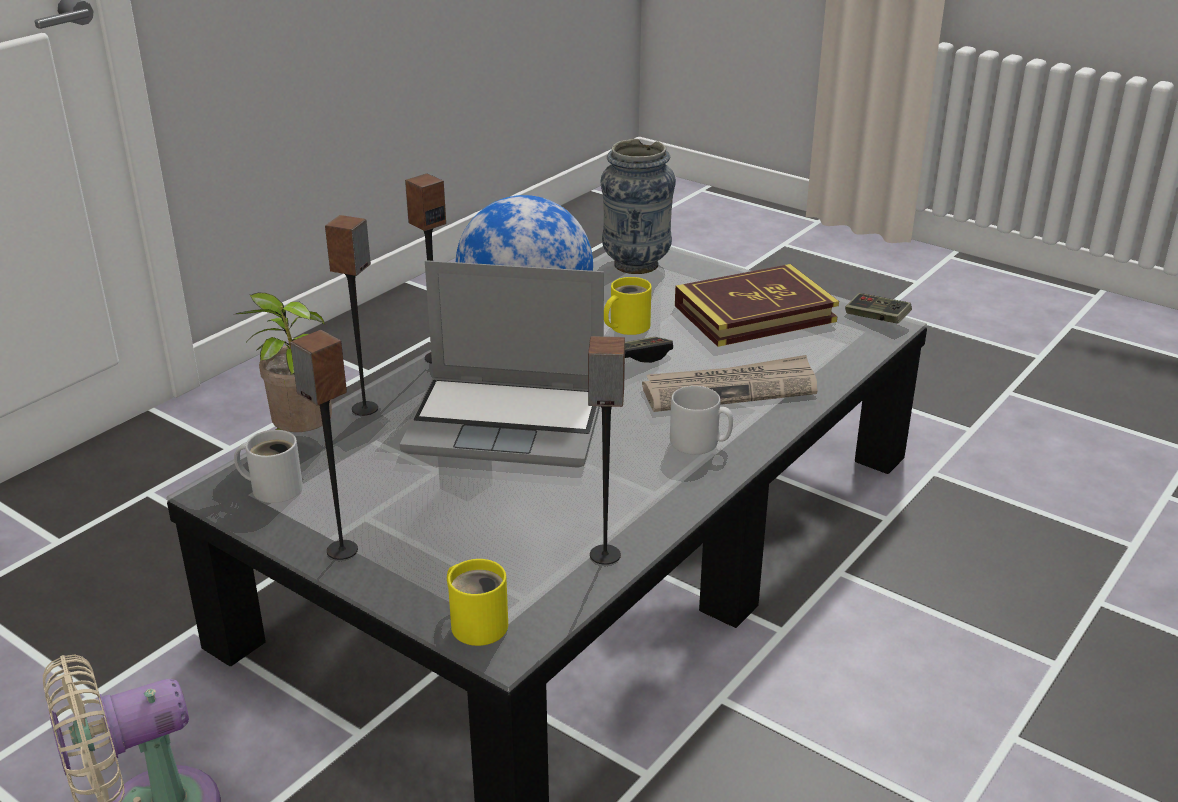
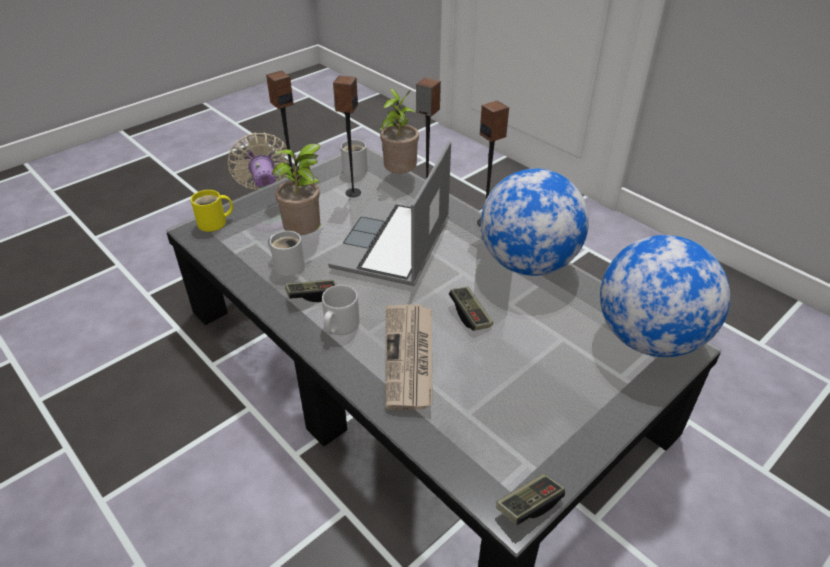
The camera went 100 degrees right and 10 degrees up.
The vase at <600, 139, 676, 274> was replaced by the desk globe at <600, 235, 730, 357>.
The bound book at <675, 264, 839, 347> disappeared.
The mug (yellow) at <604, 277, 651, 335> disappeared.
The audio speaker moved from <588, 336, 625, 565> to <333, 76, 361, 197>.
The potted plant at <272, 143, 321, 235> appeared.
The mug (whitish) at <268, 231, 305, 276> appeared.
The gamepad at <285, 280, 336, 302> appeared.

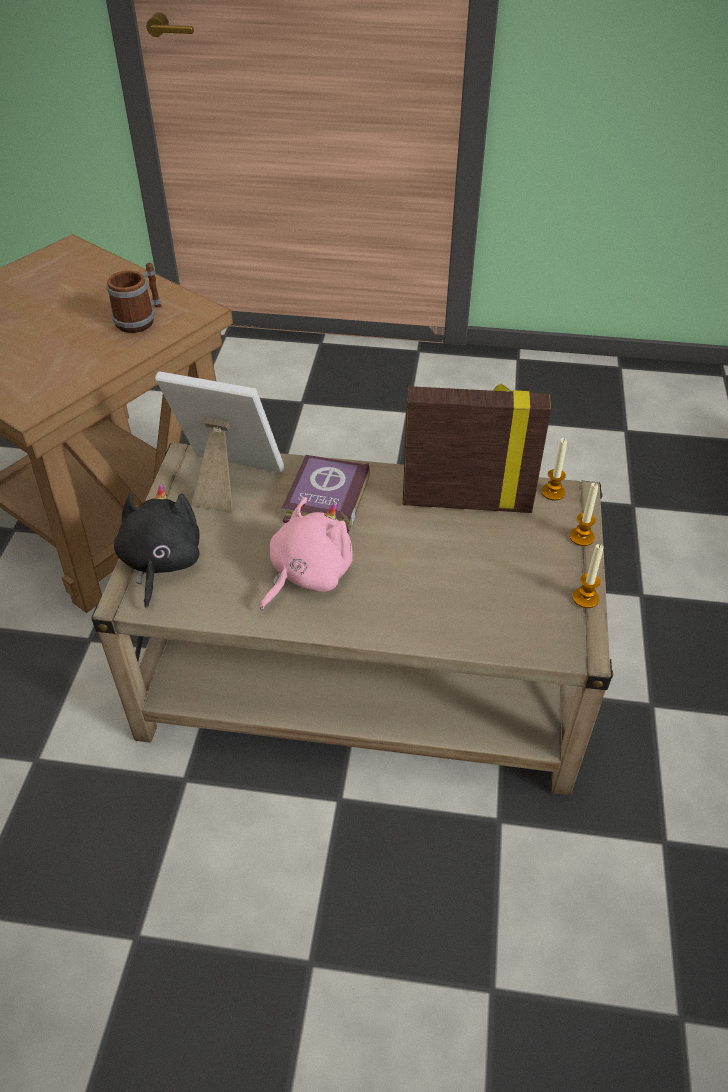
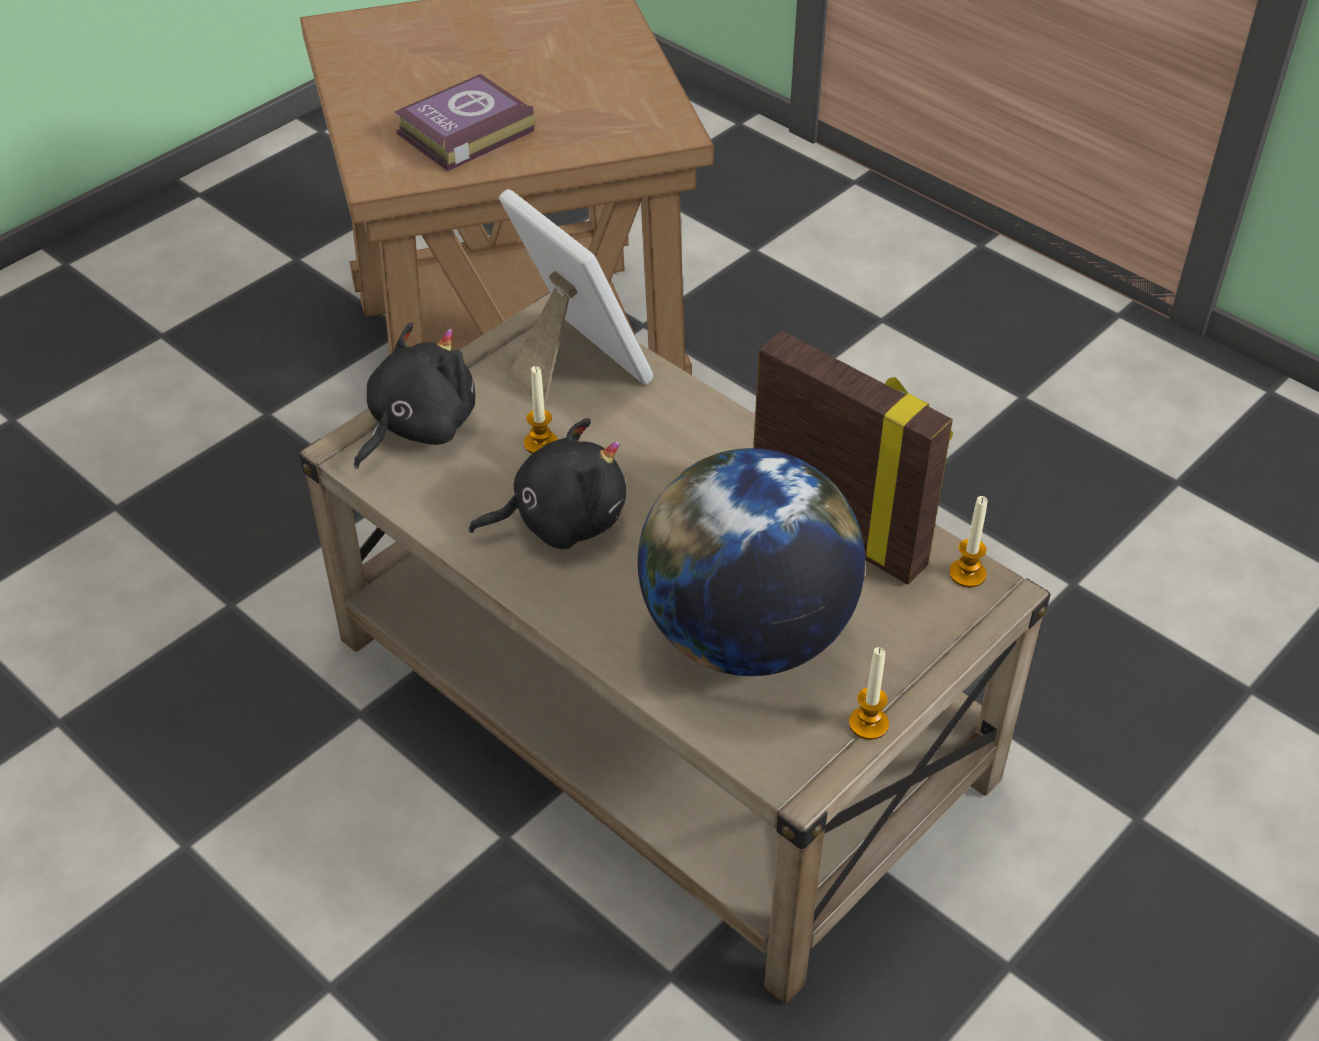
The camera went 35 degrees right and 0 degrees up.
The mug at <106, 263, 161, 333> disappeared.
The bound book moved from <282, 455, 370, 533> to <394, 74, 535, 171>.
The wax light moved from <569, 483, 598, 546> to <524, 366, 558, 454>.
The soft toy (pink-coloured) at <260, 497, 353, 610> became the soft toy (black-coloured) at <469, 418, 626, 549>.
The desk globe at <638, 448, 865, 676> appeared.

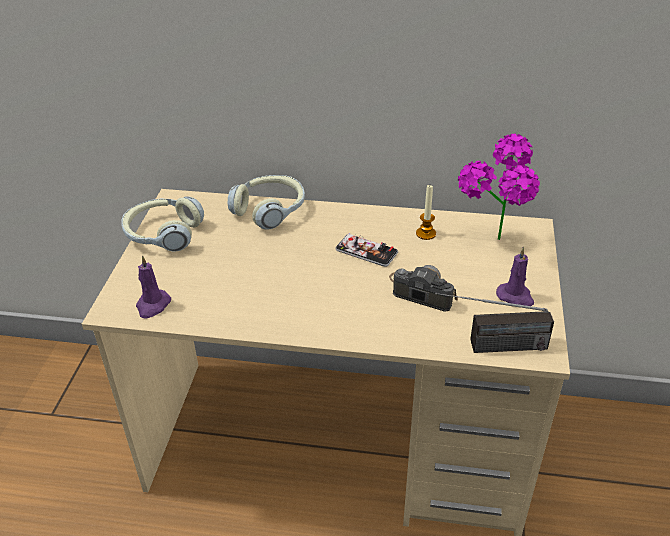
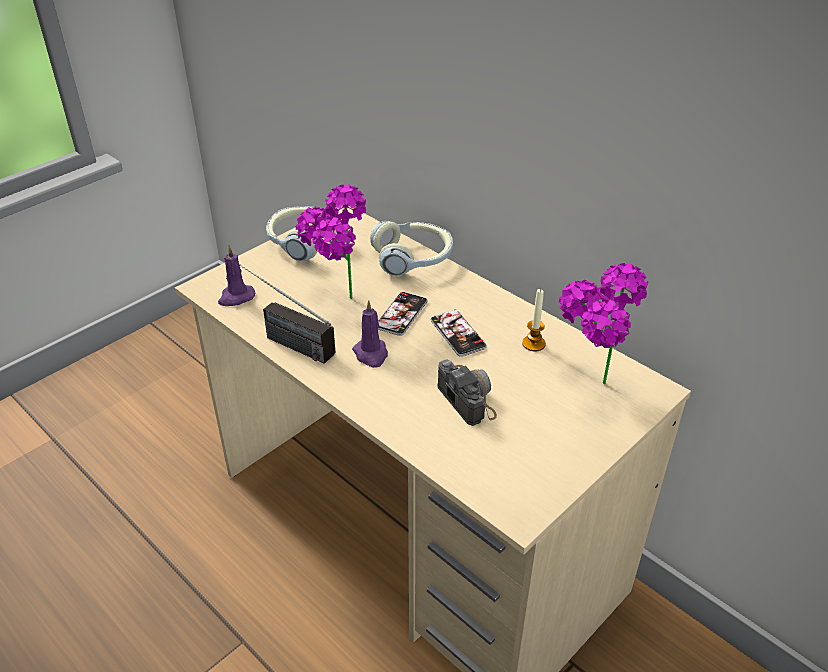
The camera went 35 degrees right and 0 degrees up.
The wax light (purple) moved from <496, 247, 534, 306> to <352, 300, 388, 368>.
The radio set moved from <435, 293, 554, 353> to <239, 264, 336, 364>.
The potted plant at <296, 184, 366, 299> appeared.
The telephone at <378, 292, 428, 336> appeared.

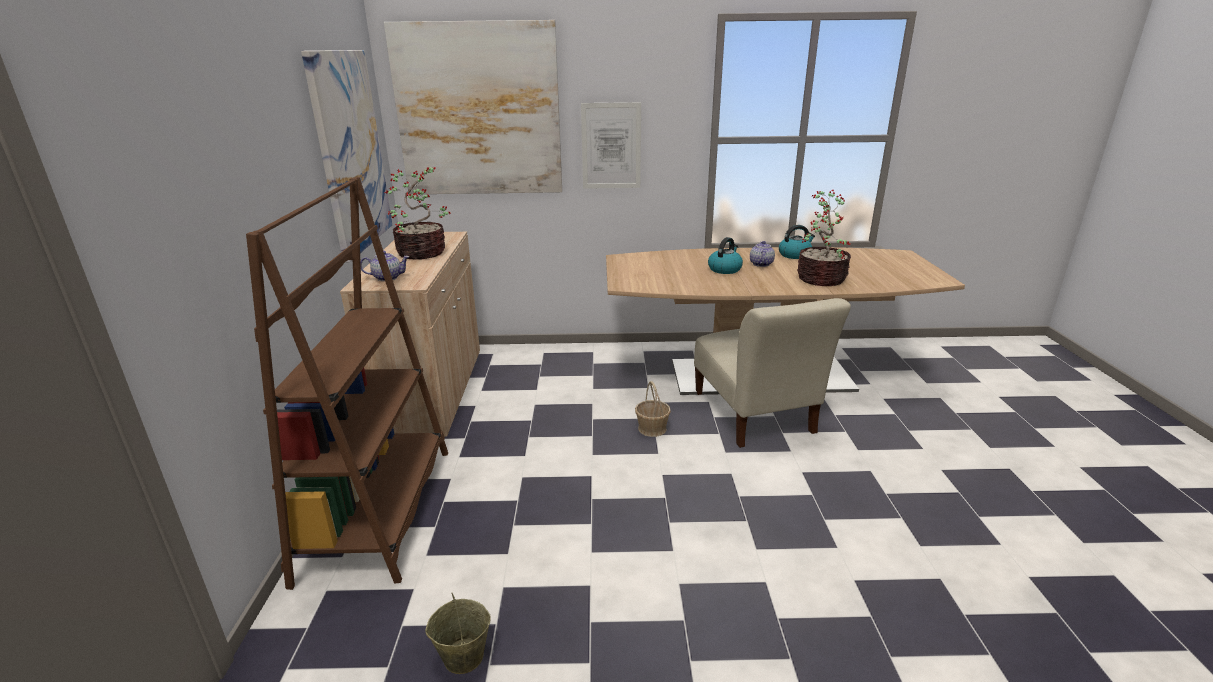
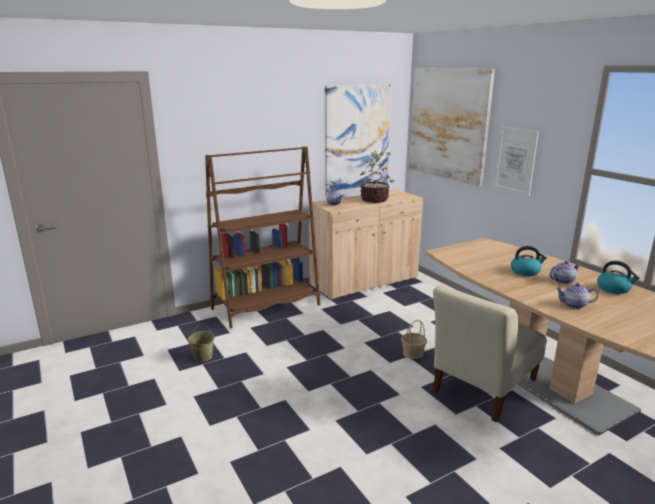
The camera went 60 degrees right and 5 degrees down.
The potted plant at <797, 190, 851, 286> was replaced by the pot for tea at <556, 283, 598, 309>.

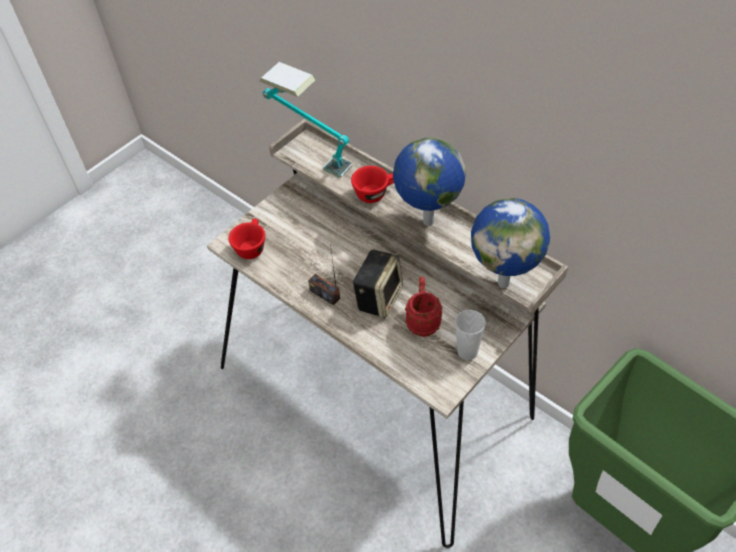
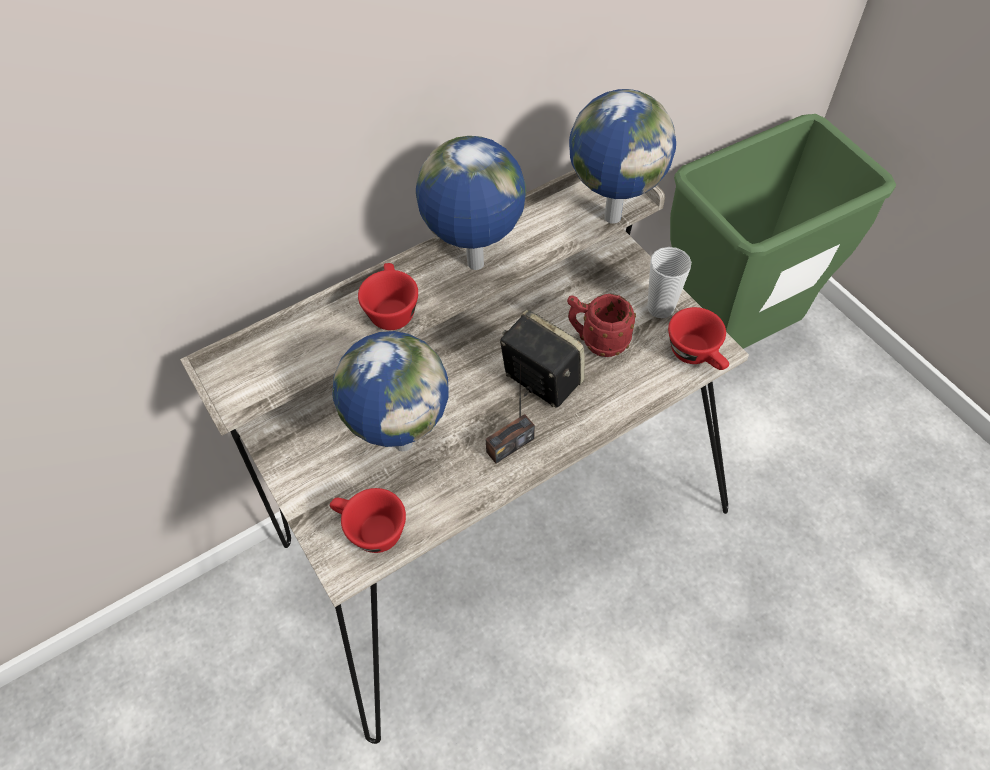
The camera went 75 degrees left and 5 degrees up.
The lamp for a table at <260, 62, 353, 178> disappeared.
The drinking cup (red-coloured) at <668, 307, 729, 370> appeared.
The desk globe at <332, 331, 449, 451> appeared.

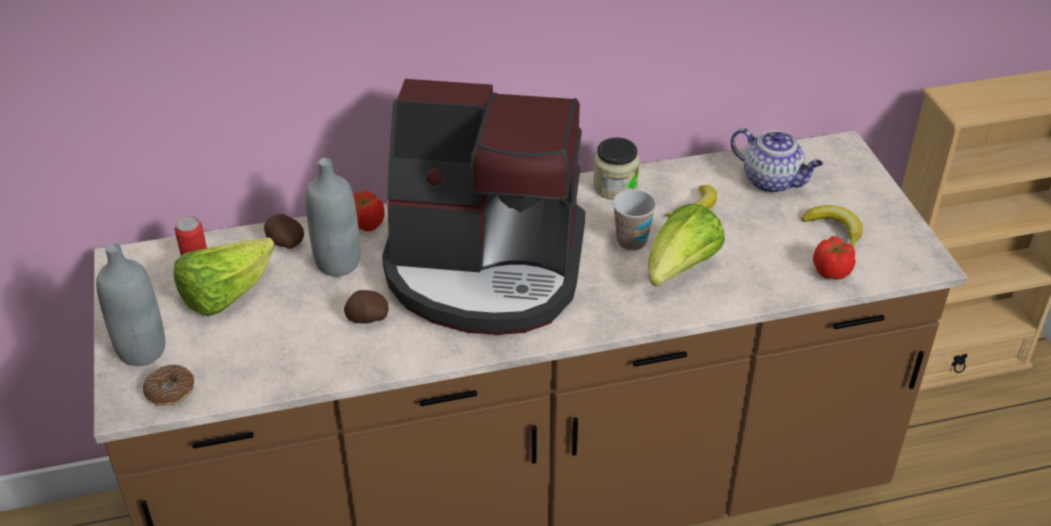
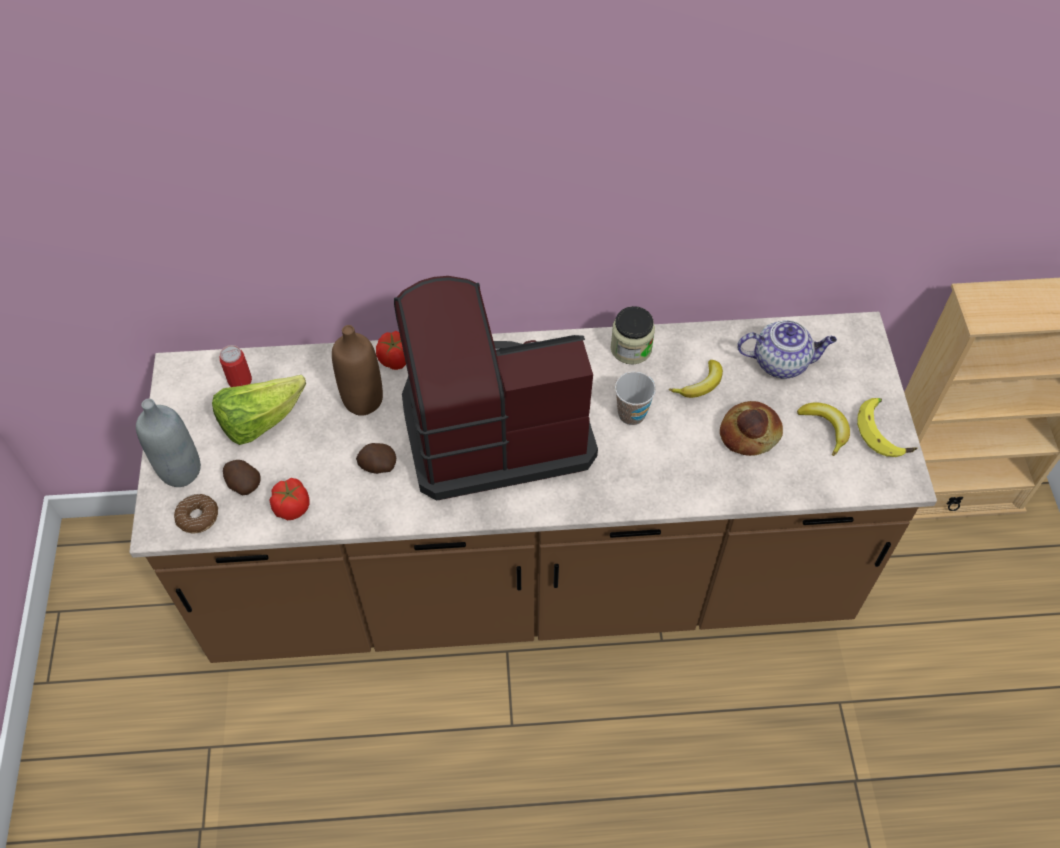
The camera went 10 degrees right and 15 degrees up.
The coffee brewer at <382, 79, 585, 335> turned 150 degrees clockwise.
The pot for tea at <730, 128, 823, 193> turned 45 degrees counterclockwise.
The beverage bottle (gray) at <305, 158, 360, 277> became the beverage bottle (brown) at <332, 325, 383, 416>.
The head of lettuce at <648, 204, 725, 287> disappeared.
The whole potato moved from <264, 214, 304, 249> to <223, 460, 261, 495>.
The tomato moved from <813, 236, 856, 280> to <269, 478, 310, 521>.
The banana fruit at <857, 398, 917, 457> appeared.
The bread at <720, 401, 783, 456> appeared.

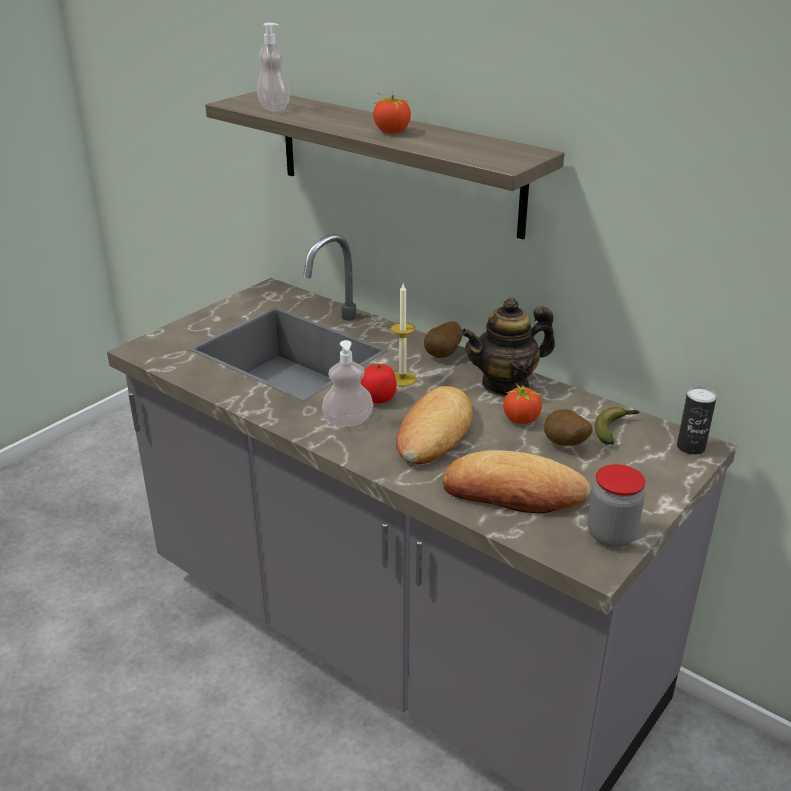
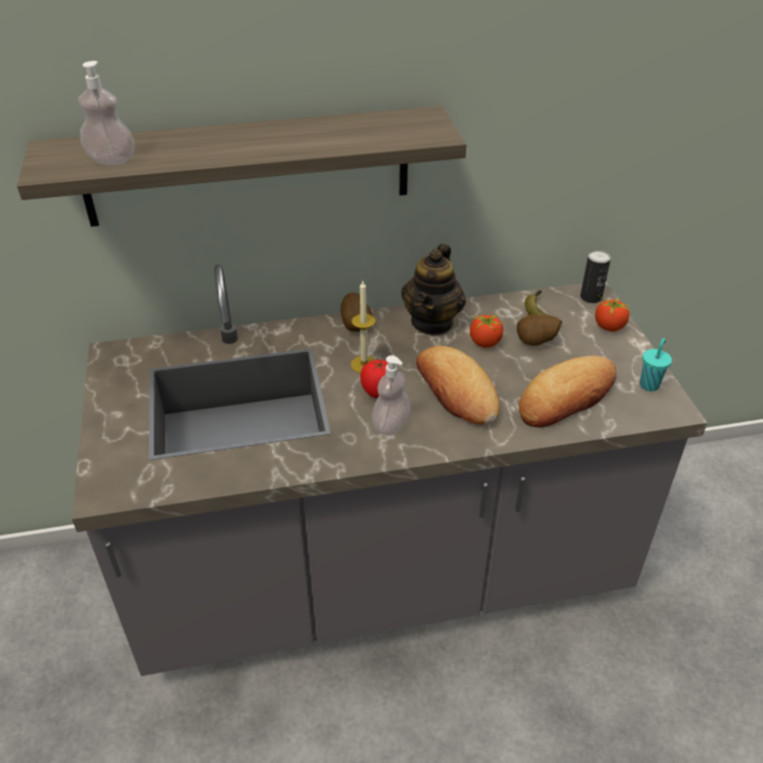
The camera went 50 degrees left and 10 degrees up.
The tomato moved from <373, 92, 411, 133> to <595, 295, 632, 332>.
The preserve jar at <588, 464, 645, 547> was replaced by the drinking cup (turquoise-coloured) at <640, 338, 672, 391>.

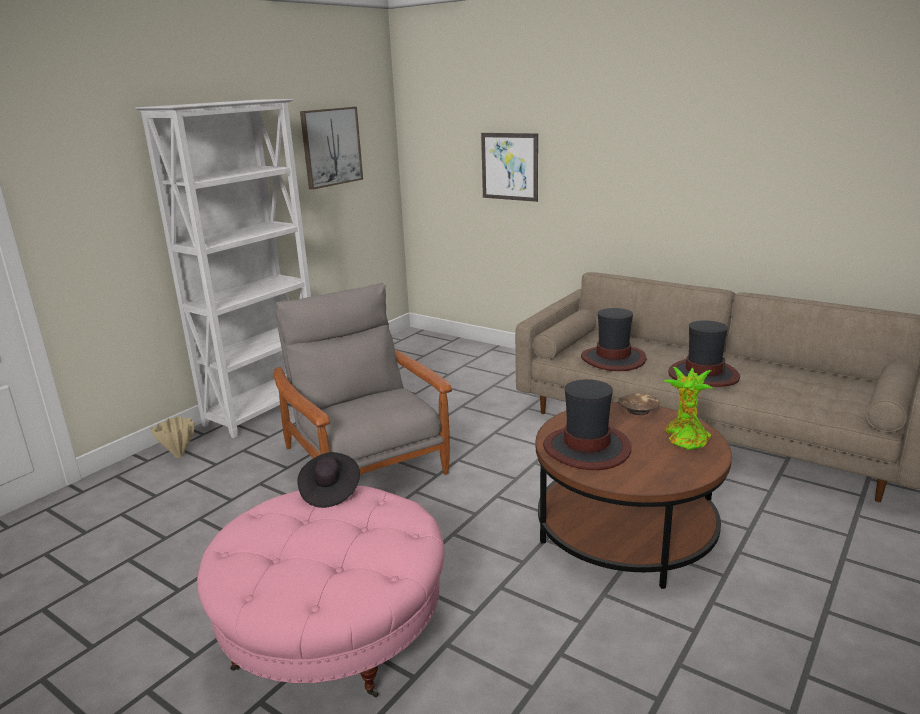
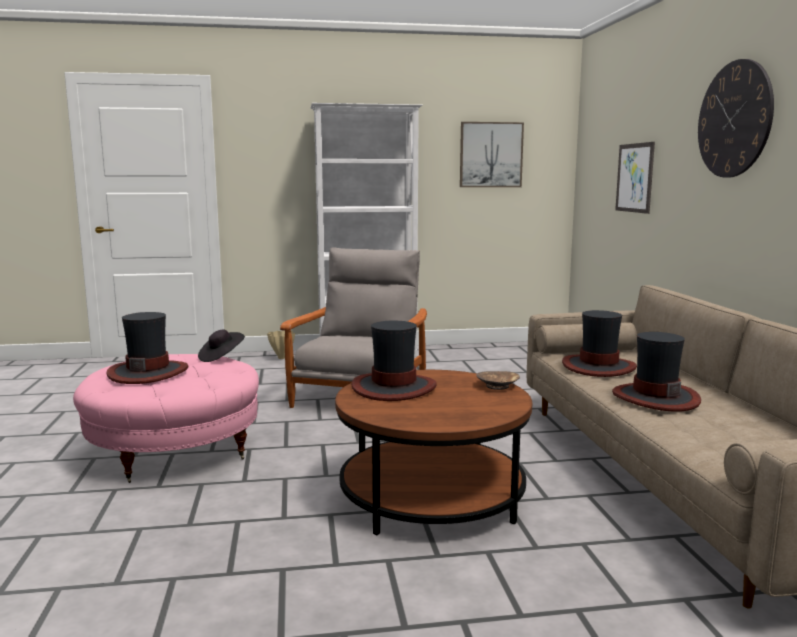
The camera went 45 degrees right and 10 degrees down.
The potted plant at <662, 367, 713, 450> disappeared.
The wall clock at <698, 59, 774, 178> appeared.
The wearable hat at <106, 312, 188, 384> appeared.

